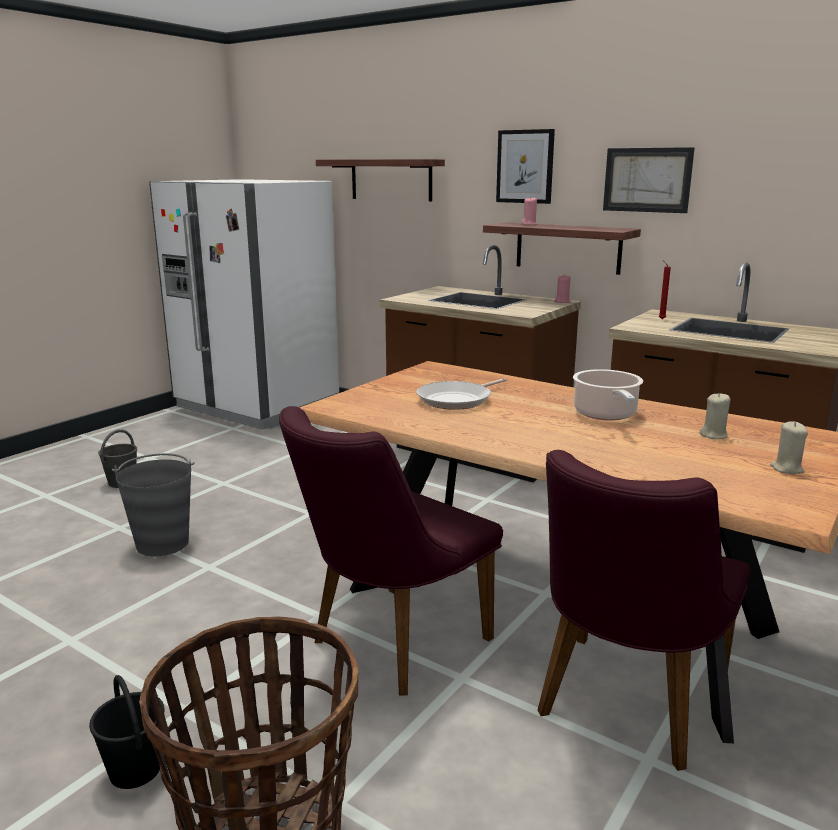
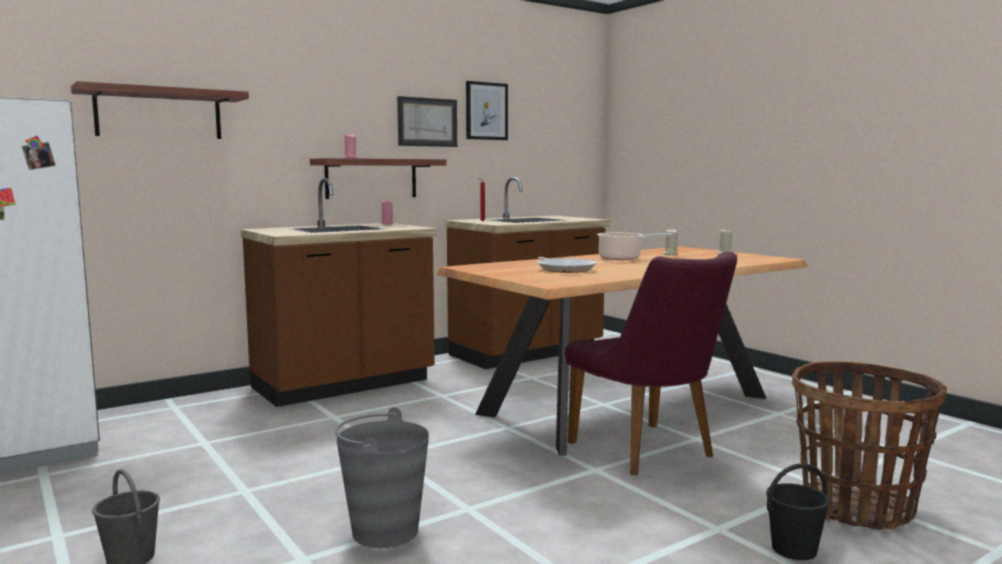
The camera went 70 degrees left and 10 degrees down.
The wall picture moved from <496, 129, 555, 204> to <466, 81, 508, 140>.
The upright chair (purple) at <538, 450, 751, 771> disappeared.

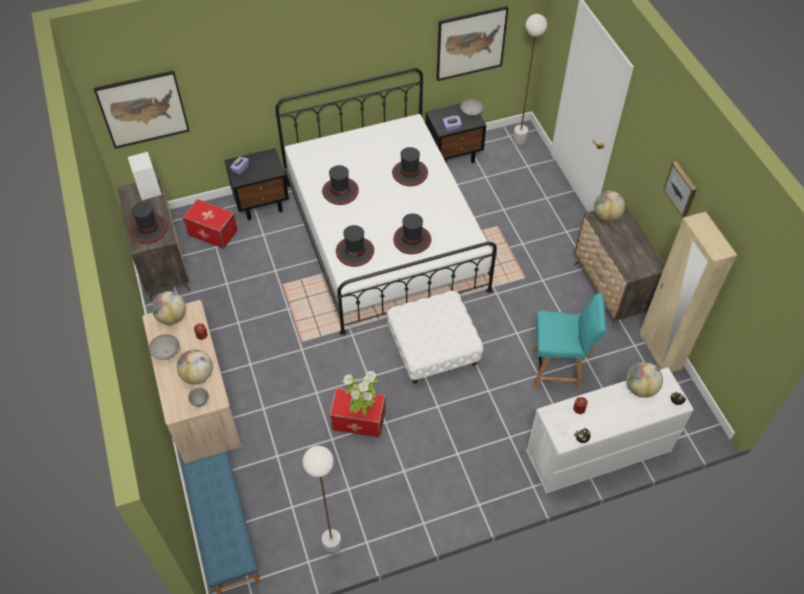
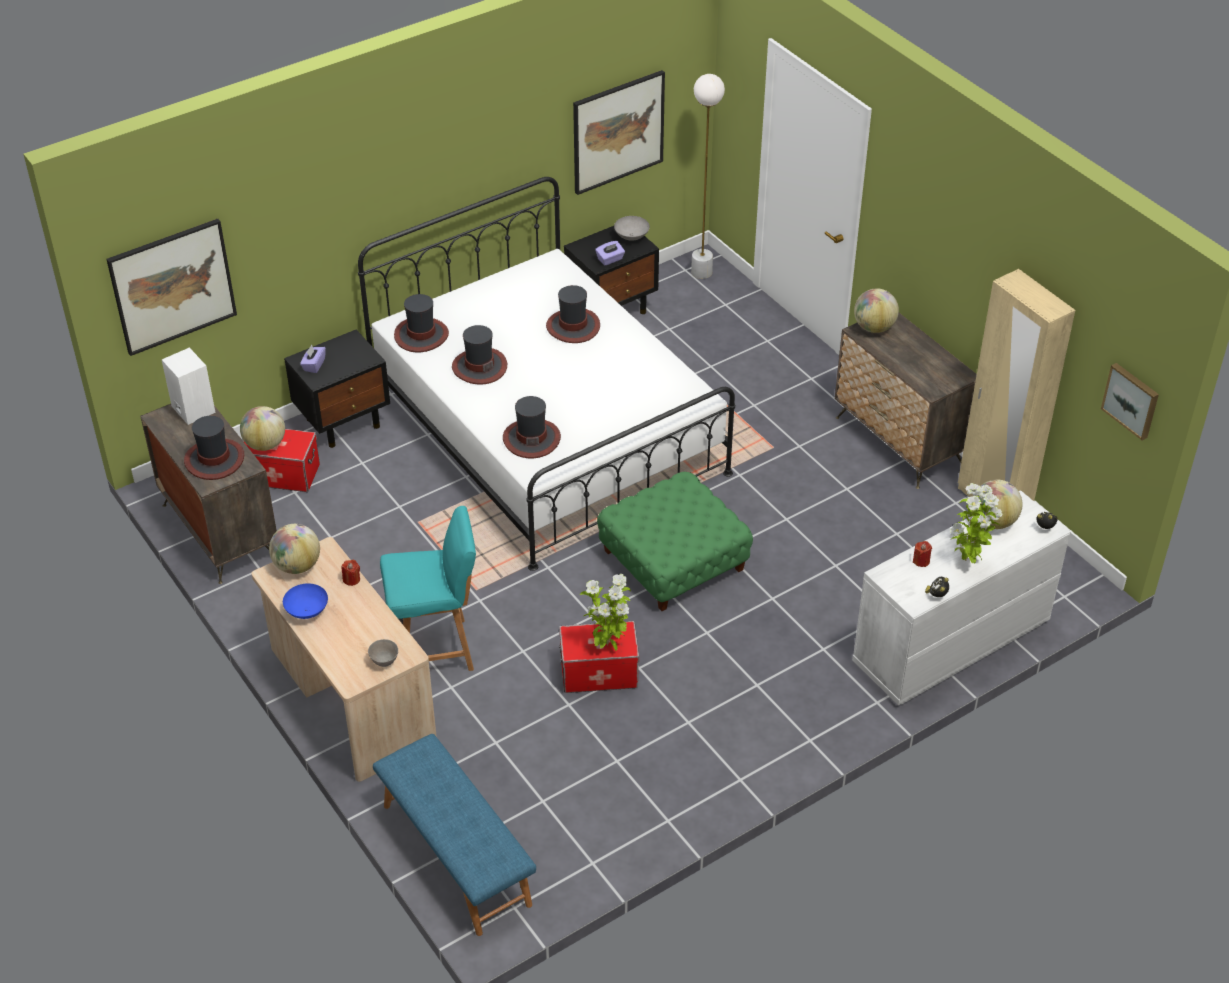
The camera went 15 degrees left and 10 degrees down.
The wall picture moved from <663, 162, 697, 217> to <1101, 363, 1159, 441>.
The wearable hat moved from <393, 213, 431, 254> to <394, 294, 449, 352>.
The ottoman (whitish) at <387, 291, 483, 384> became the ottoman (green) at <597, 472, 753, 611>.
The upright chair (turquoise-coloured) moved from <533, 293, 606, 391> to <380, 506, 476, 671>.
The bowl (gray) at <149, 334, 179, 360> became the bowl (blue-coloured) at <283, 583, 328, 619>.
The desk globe moved from <177, 350, 212, 384> to <240, 406, 285, 451>.
The floor lamp (whitish) at <302, 446, 342, 554> disappeared.
The potted plant at <950, 483, 1002, 563> appeared.

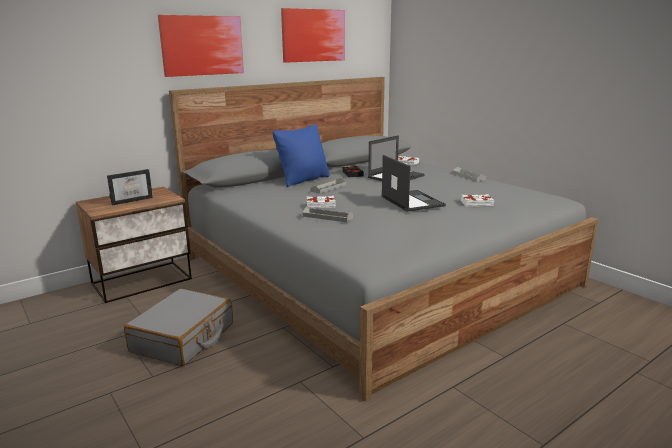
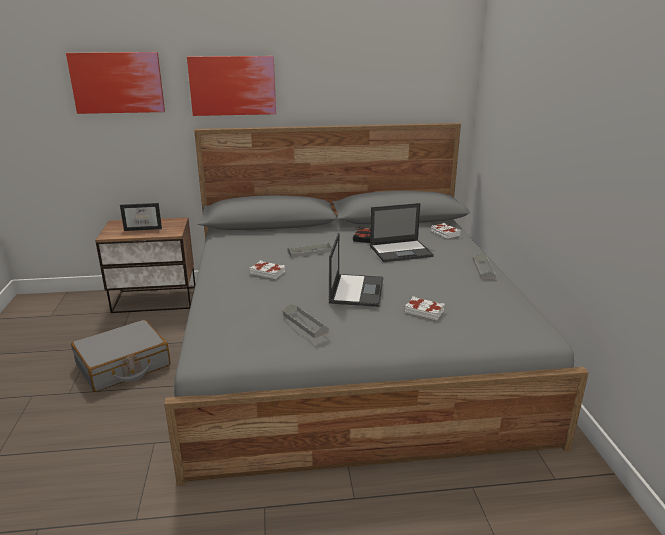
The camera went 30 degrees right and 5 degrees up.
The wall picture moved from <281, 8, 345, 63> to <66, 52, 165, 114>.
The pillow (blue-coloured) at <273, 124, 330, 187> disappeared.
The tray (gray) moved from <303, 207, 353, 222> to <283, 304, 329, 338>.

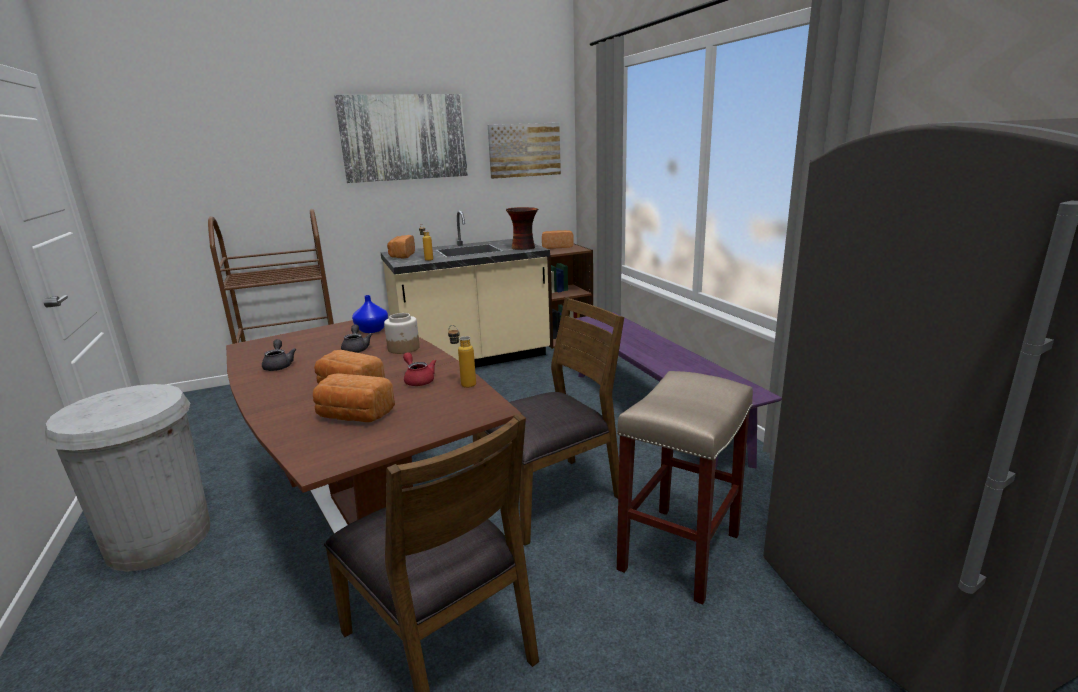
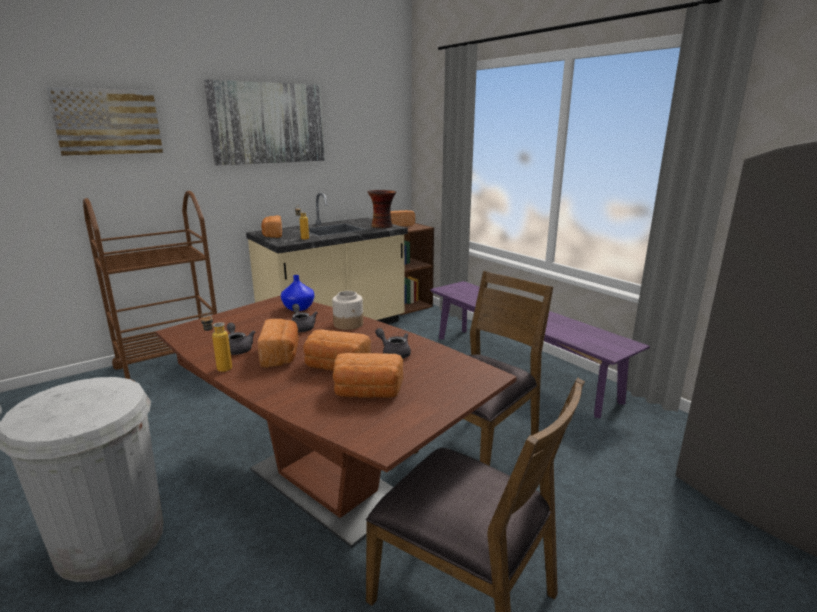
The camera went 15 degrees left and 0 degrees up.
The wall picture moved from <488, 123, 561, 179> to <46, 87, 163, 156>.
The beverage bottle moved from <448, 325, 476, 388> to <201, 312, 232, 372>.
The pot for tea (red-coloured) at <403, 352, 436, 386> became the pot for tea (gray) at <375, 328, 411, 359>.
The stool seat (beige) at <617, 371, 753, 605> disappeared.
The bread at <258, 319, 299, 368> appeared.

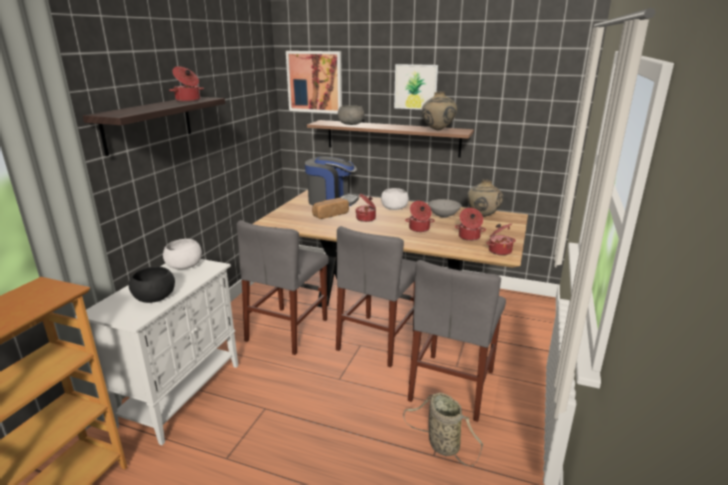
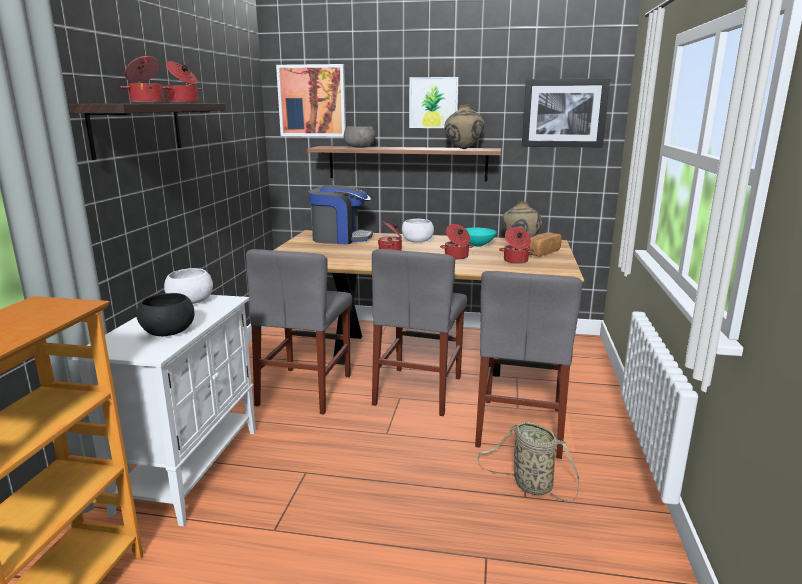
The camera went 10 degrees left and 5 degrees down.
The bread moved from <312, 198, 349, 219> to <529, 232, 562, 257>.
The bowl (gray) at <428, 199, 461, 218> became the bowl (turquoise-coloured) at <465, 228, 497, 247>.
The stockpot moved from <486, 223, 516, 255> to <120, 56, 170, 103>.
The wall picture at <522, 78, 610, 148> appeared.

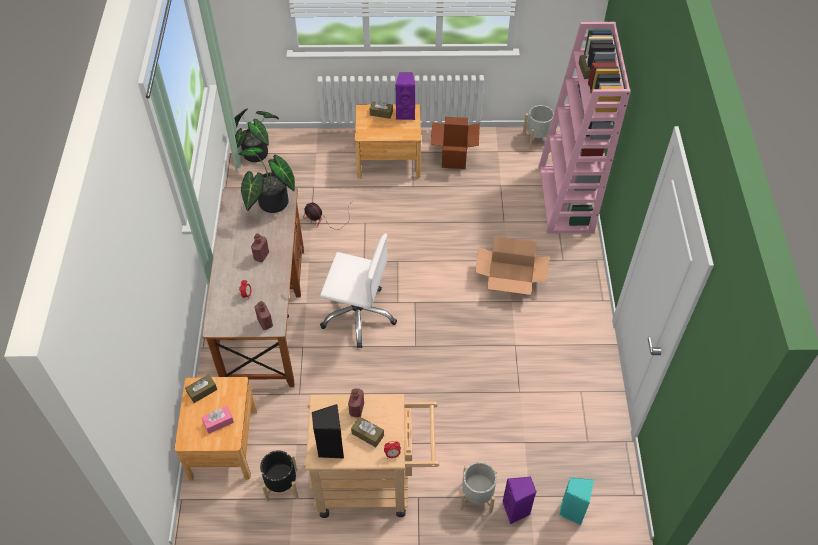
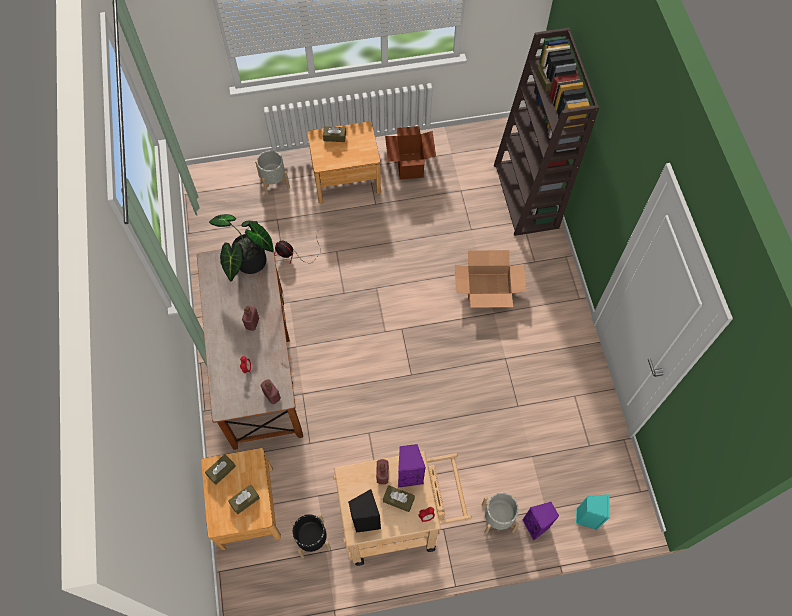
The camera went 10 degrees left and 10 degrees up.
The bookshelf (pink-coloured) at <538, 22, 631, 233> became the bookshelf (brown) at <494, 28, 599, 236>.
The audio speaker (purple) moved from <395, 72, 416, 120> to <398, 444, 426, 488>.
The planter (gray) moved from <523, 105, 554, 150> to <255, 150, 290, 195>.
The potted plant at <235, 108, 279, 162> disappeared.
The desk chair (whitish) at <320, 234, 397, 348> disappeared.
The tissue holder (pink-coloured) at <202, 406, 234, 434> became the tissue holder (brown) at <228, 485, 260, 514>.

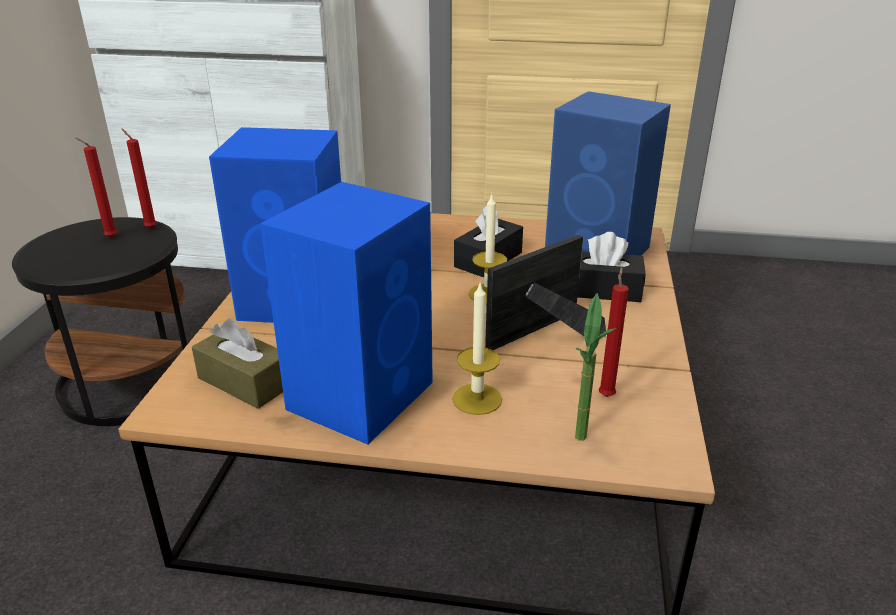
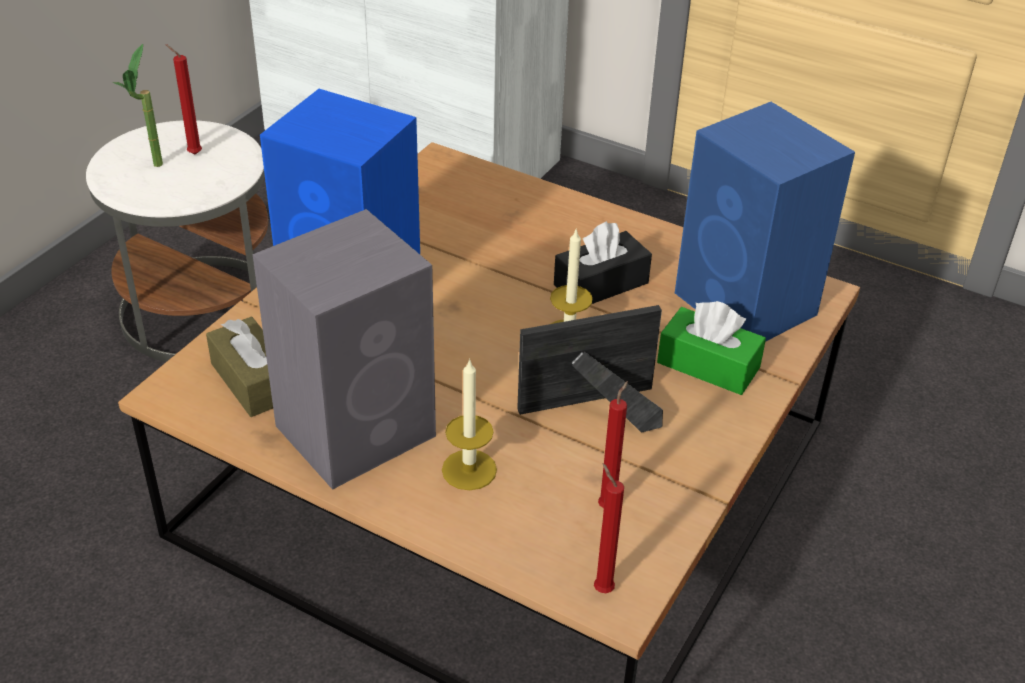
The camera went 20 degrees right and 10 degrees up.
The wax light (red-coloured) moved from <122, 129, 157, 229> to <594, 464, 624, 593>.
The audio speaker (blue-coloured) at <260, 182, 433, 445> became the audio speaker (gray) at <252, 209, 436, 490>.
The side table (black-coloured) at <12, 217, 187, 426> became the side table (whitish) at <86, 120, 268, 362>.
The tissue holder (black-coloured) at <577, 232, 646, 302> became the tissue holder (green) at <657, 301, 766, 395>.
The potted plant moved from <575, 293, 616, 441> to <113, 44, 163, 167>.

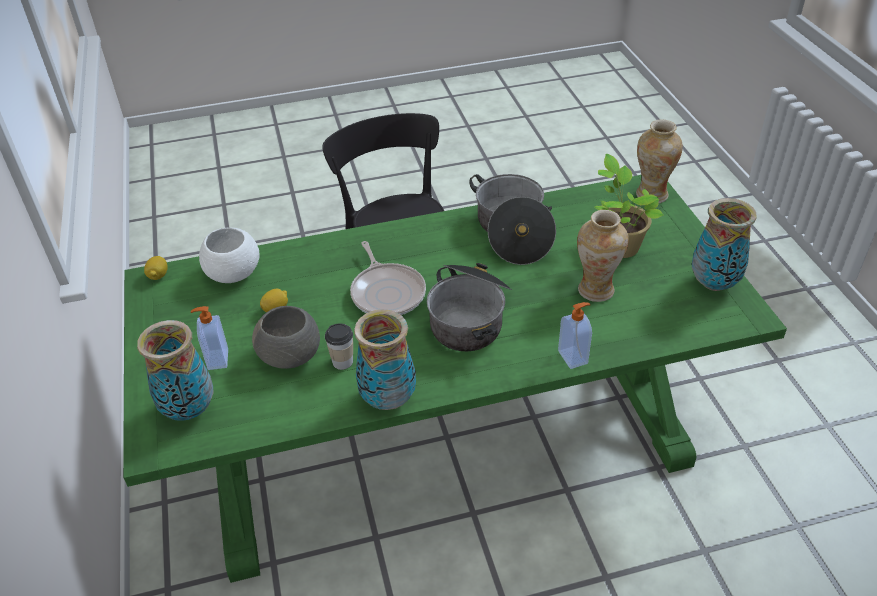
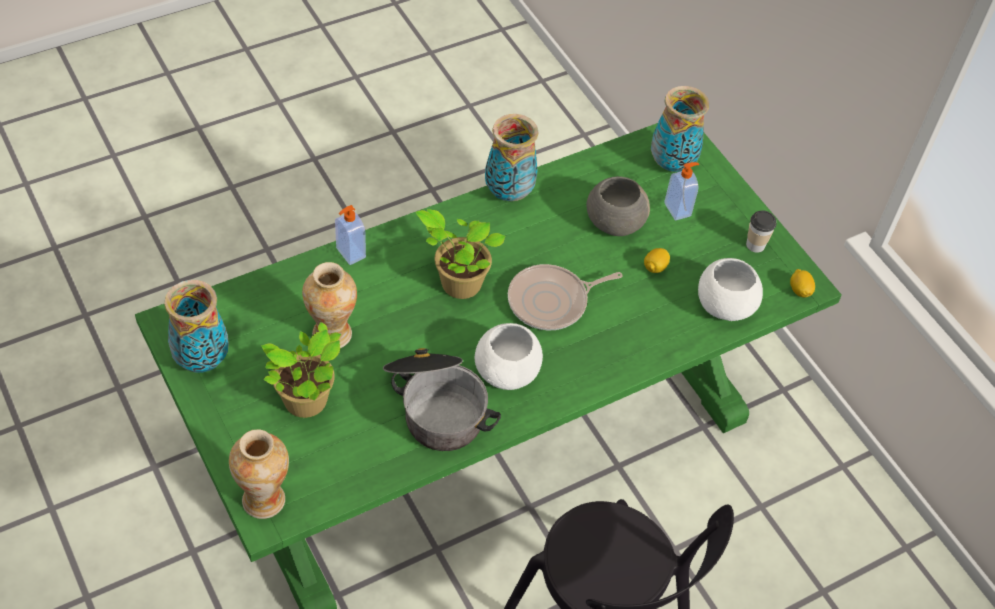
The camera went 160 degrees right and 10 degrees up.
The pan at <350, 241, 426, 315> turned 75 degrees counterclockwise.
The stockpot at <427, 263, 512, 351> was replaced by the potted plant at <416, 209, 506, 299>.
The drinking cup moved from <325, 323, 353, 370> to <746, 210, 776, 253>.
The bowl (whitish) at <475, 323, 543, 390> appeared.

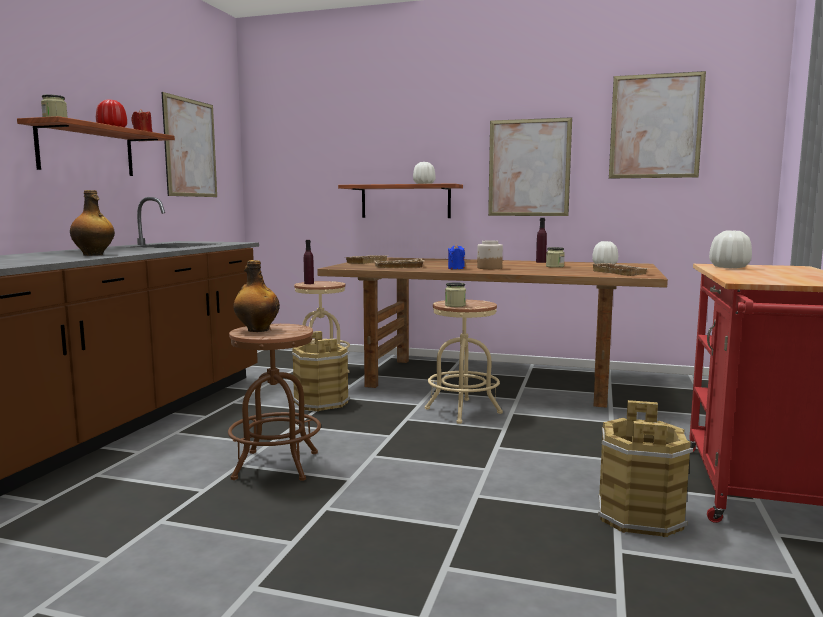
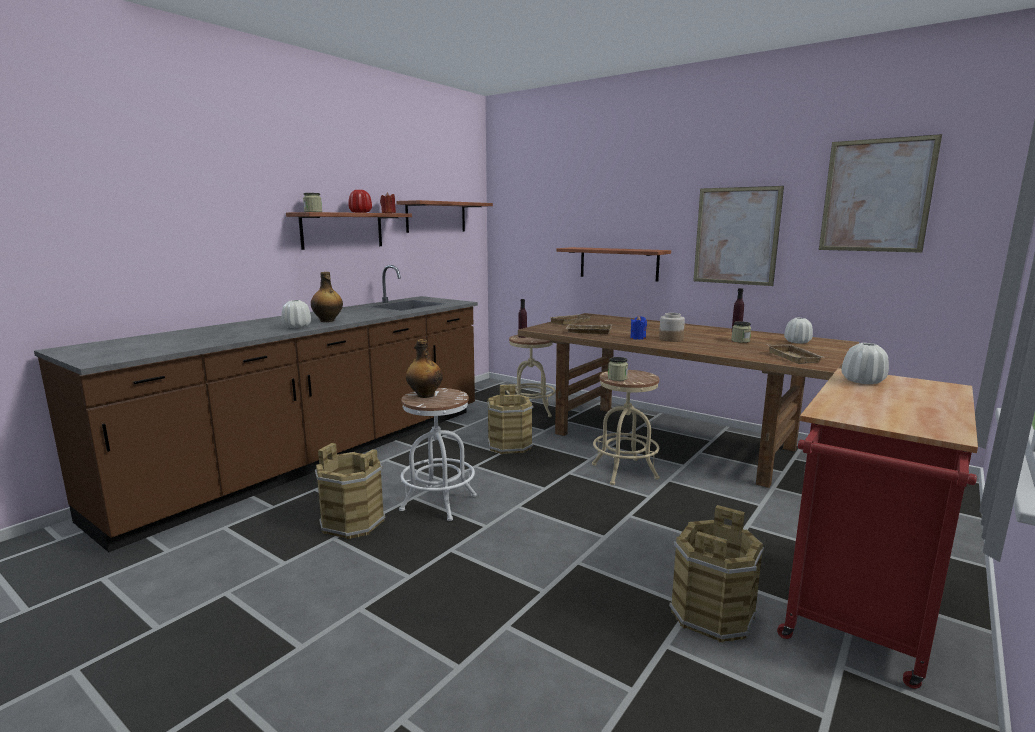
The camera went 20 degrees right and 5 degrees up.
The wall picture at <162, 92, 217, 197> was replaced by the shelf at <396, 200, 493, 233>.
The vase (whitish) moved from <413, 162, 436, 184> to <282, 300, 311, 328>.
The stool seat (brown) at <228, 324, 321, 481> became the stool seat (whitish) at <399, 388, 477, 521>.
The water bucket (brown) at <315, 443, 385, 539> appeared.

